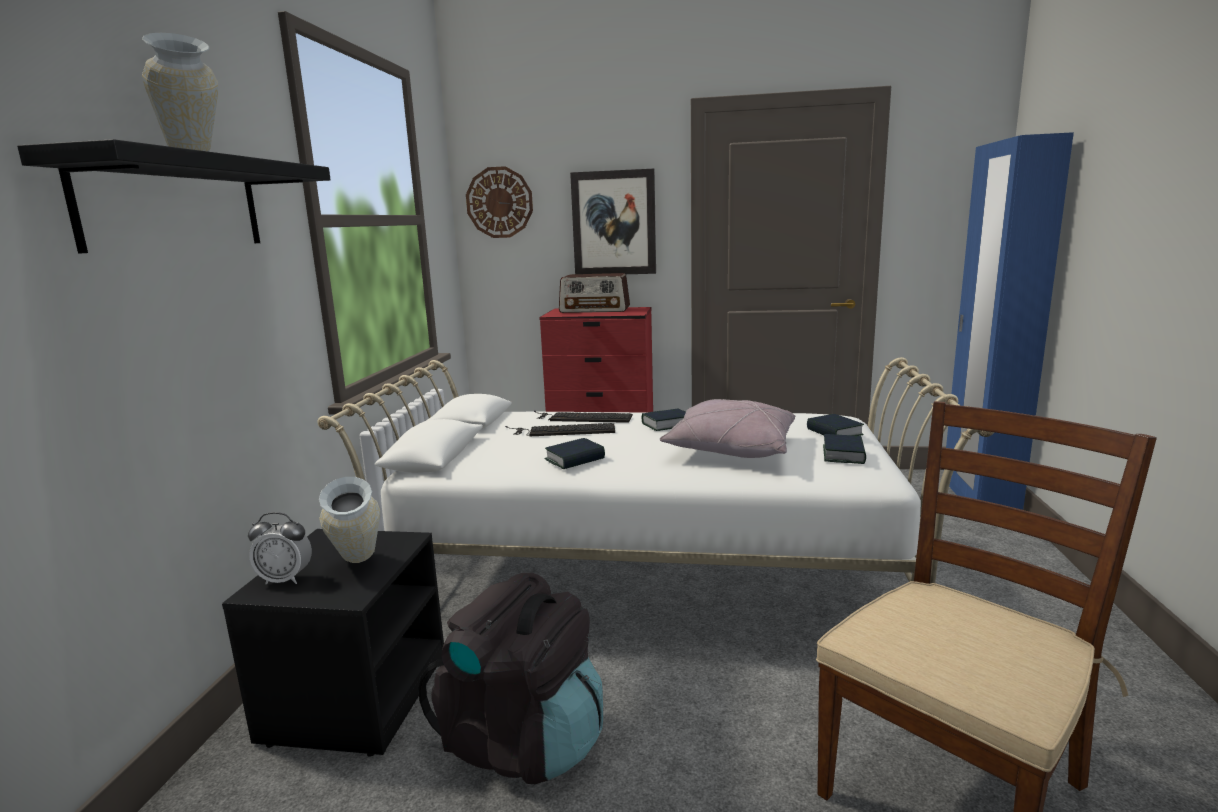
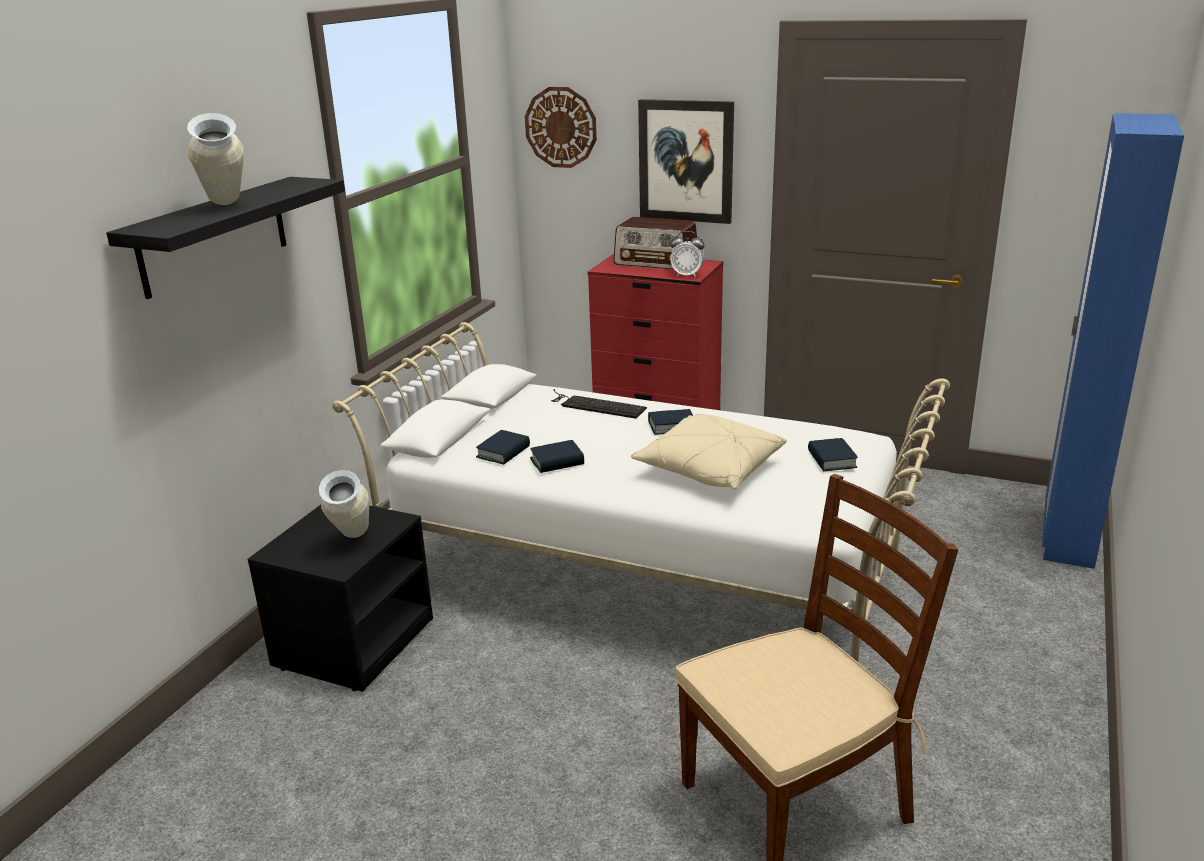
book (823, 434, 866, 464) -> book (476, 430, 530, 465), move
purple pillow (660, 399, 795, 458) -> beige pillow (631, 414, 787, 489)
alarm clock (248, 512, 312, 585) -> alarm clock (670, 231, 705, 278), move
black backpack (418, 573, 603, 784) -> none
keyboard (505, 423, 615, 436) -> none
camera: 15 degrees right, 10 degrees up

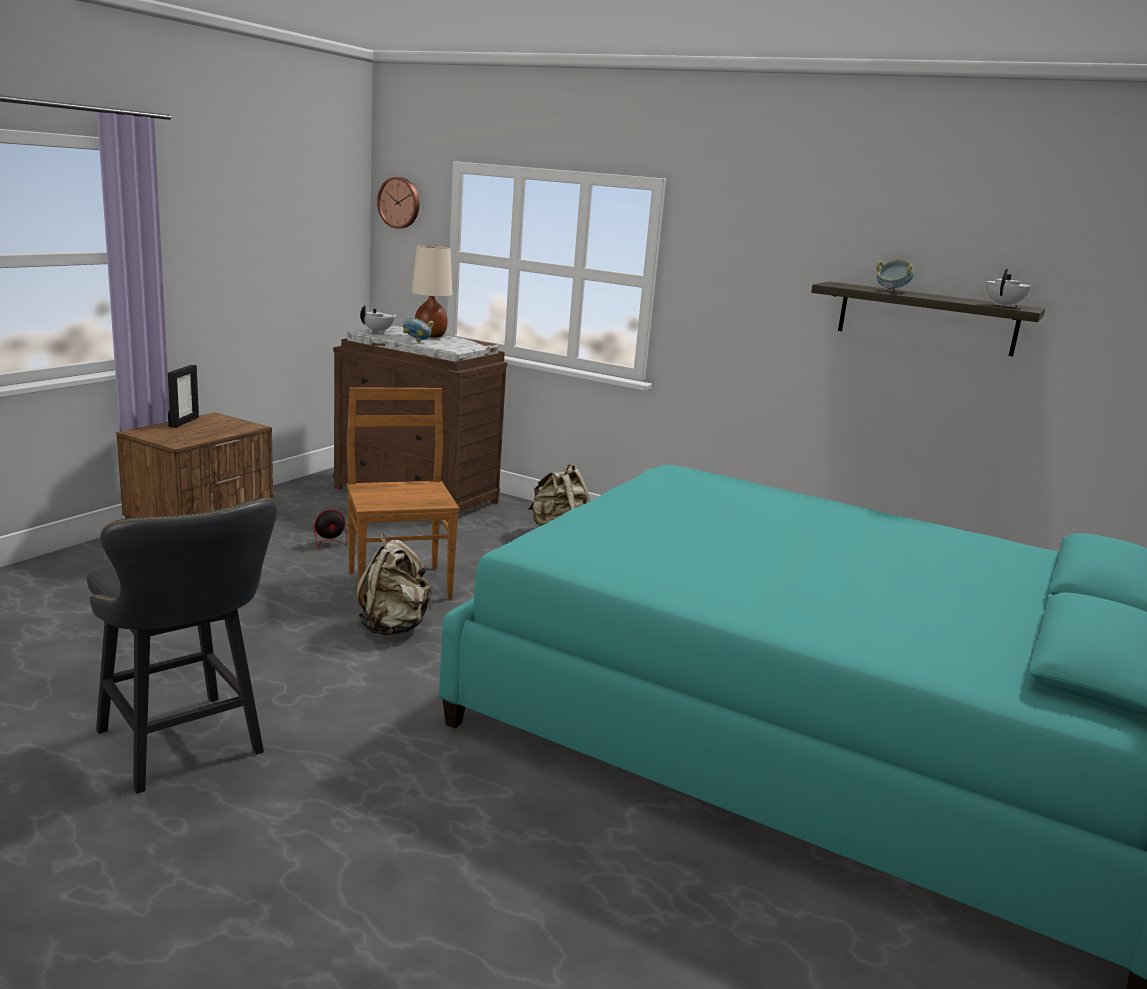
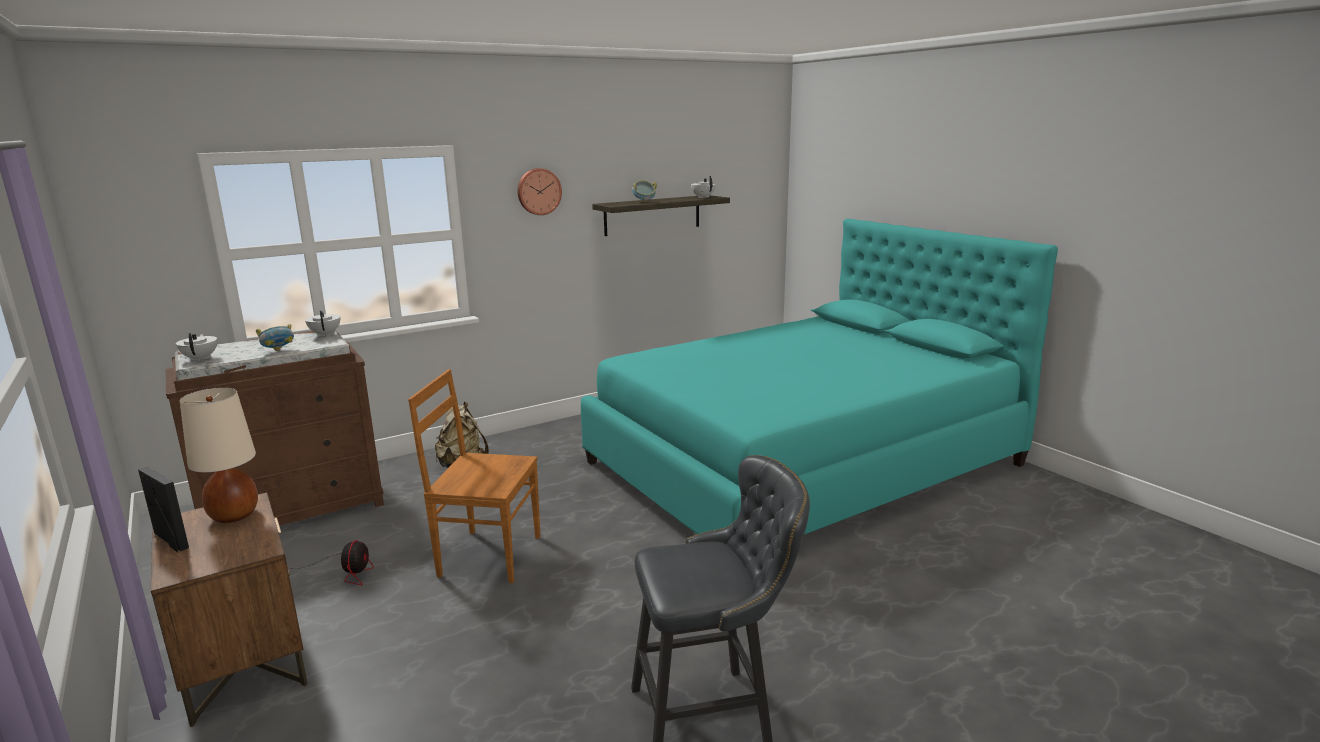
beige table lamp (412, 245, 452, 338) -> beige table lamp (180, 387, 258, 523), move
none -> white teapot (305, 310, 340, 337)
wall clock (377, 177, 419, 229) -> wall clock (518, 168, 562, 215), move
beige backpack (356, 533, 432, 636) -> none
camera: 60 degrees left, 0 degrees up

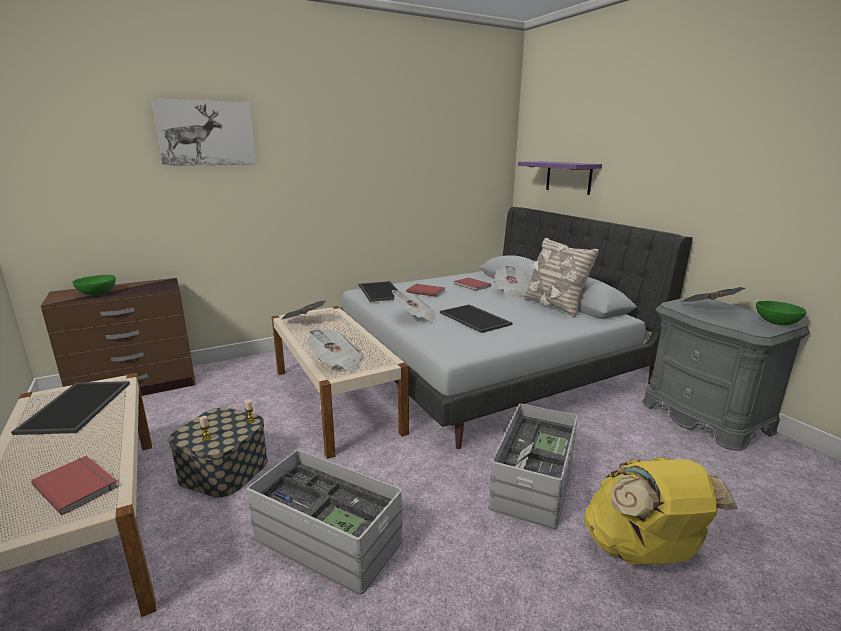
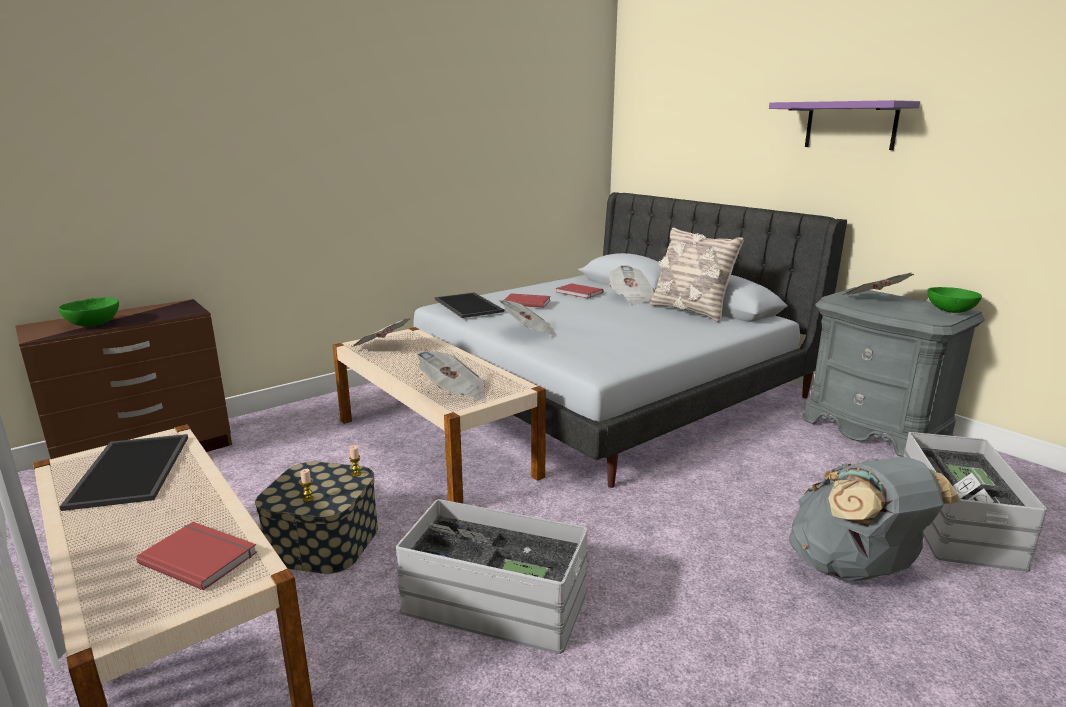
purple shelf (518, 161, 602, 195) -> purple shelf (769, 100, 920, 150), move
yellow backpack (584, 457, 738, 565) -> grey backpack (789, 457, 961, 582)
grey storage box (488, 404, 579, 529) -> grey storage box (904, 432, 1047, 572), move
picture (151, 98, 256, 166) -> none
tray (440, 304, 513, 333) -> none
camera: 10 degrees left, 0 degrees up

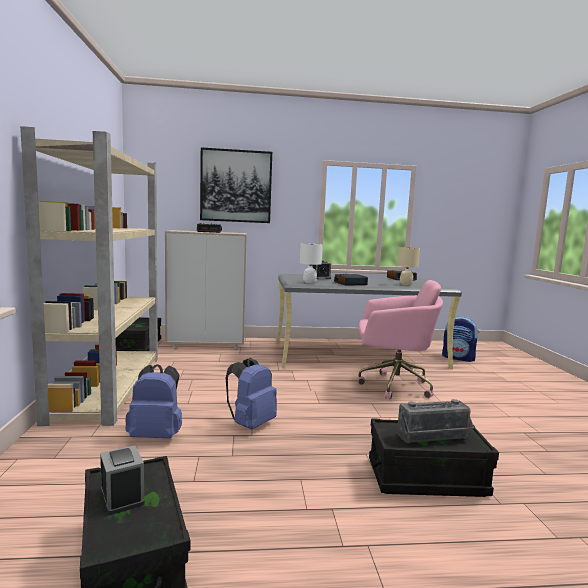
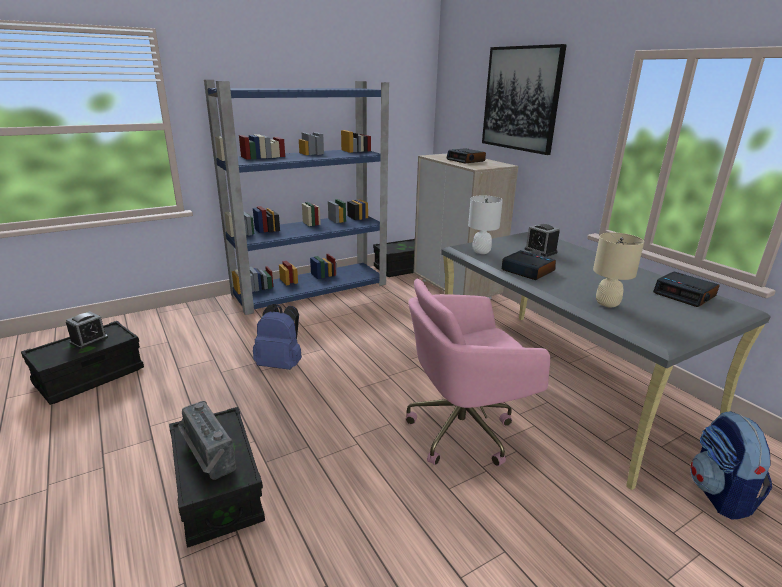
beige bookcase (20, 126, 158, 426) -> blue bookcase (204, 80, 389, 315)
pink office chair (358, 280, 443, 400) -> pink office chair (406, 279, 550, 466), 90 degrees clockwise
blue backpack (126, 364, 182, 439) -> none
camera: 65 degrees right, 15 degrees up

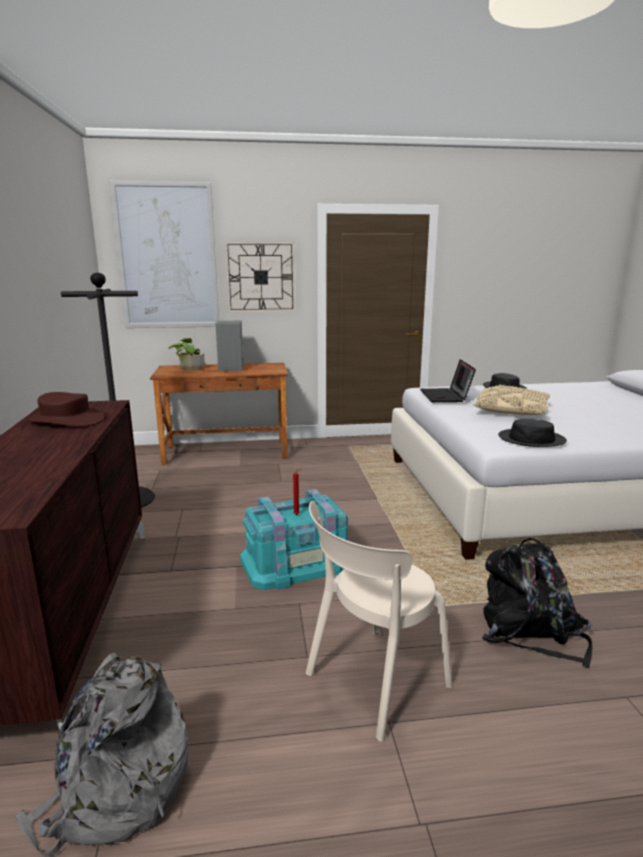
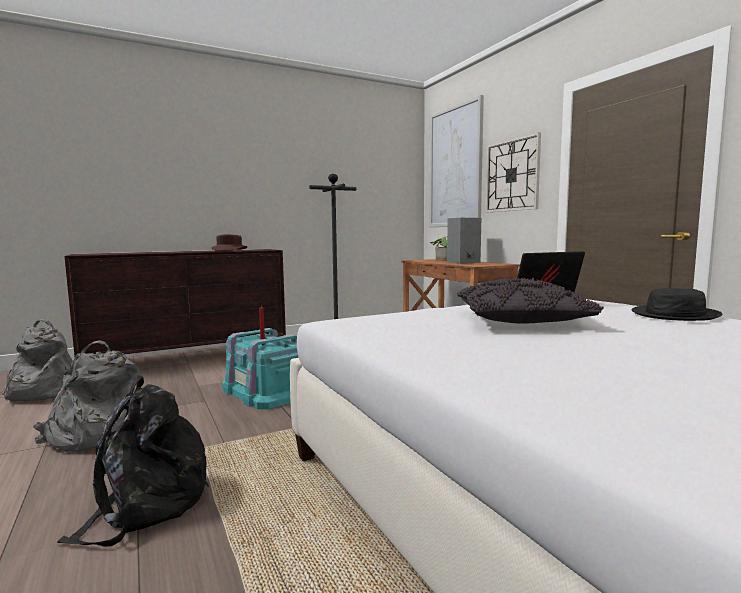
beige chair (306, 501, 452, 742) -> grey backpack (33, 340, 140, 452)
beige pillow (473, 384, 550, 415) -> black pillow (457, 278, 604, 324)
black hat (498, 419, 567, 447) -> none
camera: 70 degrees right, 10 degrees down

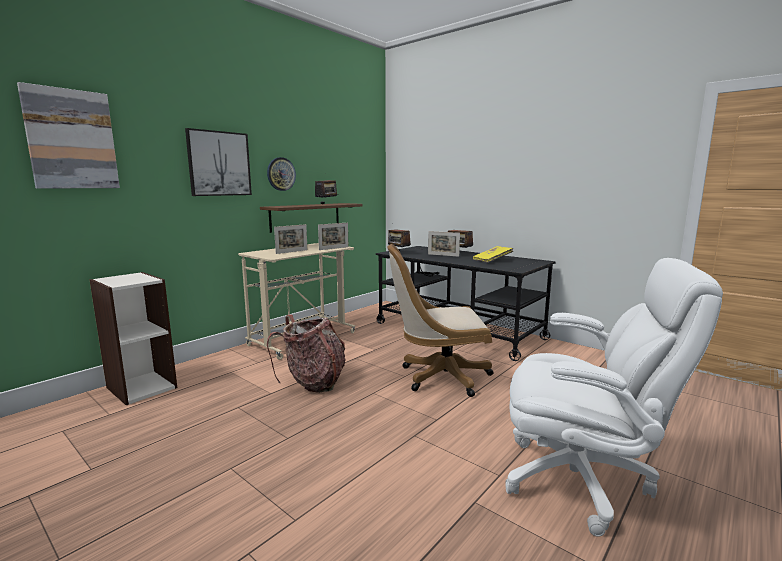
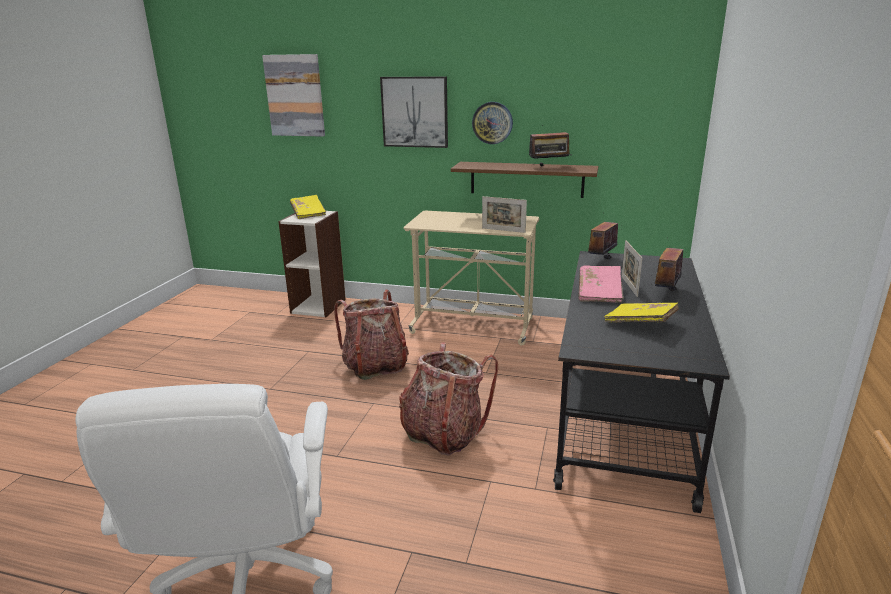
none -> yellow book (290, 195, 326, 219)
office chair (388, 244, 494, 397) -> backpack (399, 343, 498, 455)
none -> pink book (578, 266, 624, 303)
picture frame (274, 224, 307, 254) -> none
camera: 65 degrees right, 10 degrees up

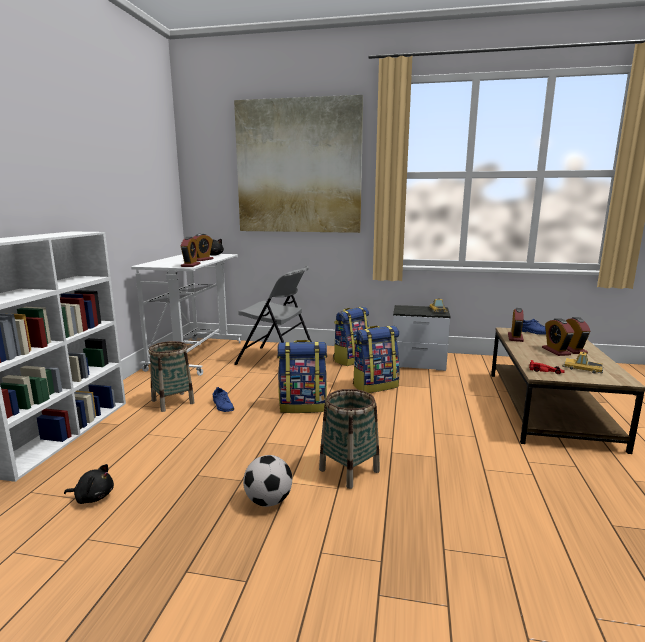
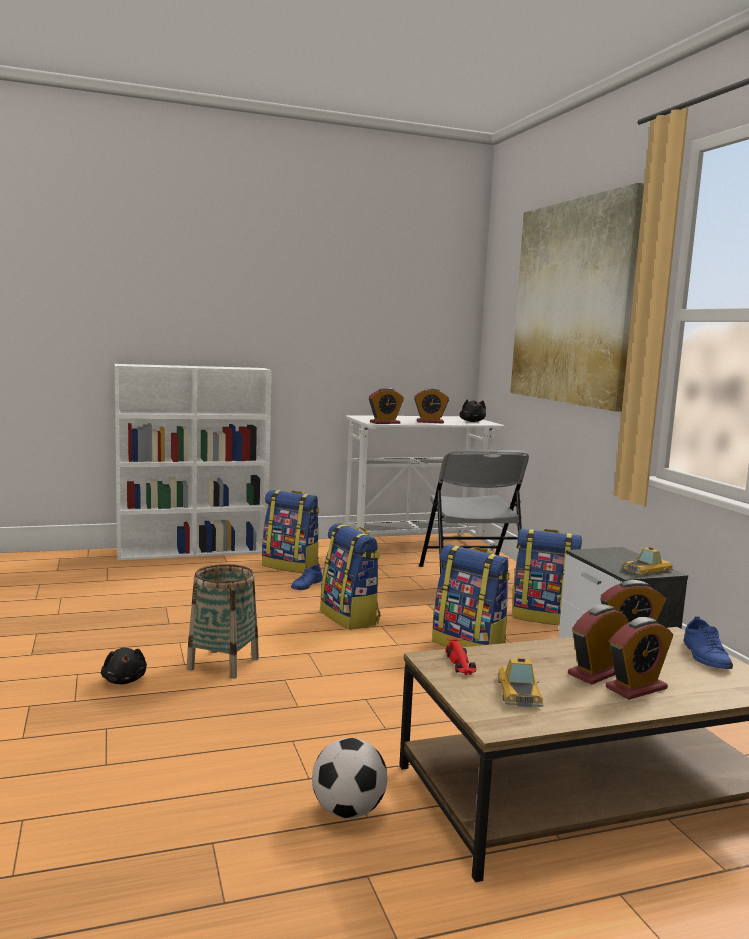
black plush toy (64, 464, 114, 504) -> black plush toy (101, 648, 147, 684), move
basket (148, 341, 195, 412) -> backpack (262, 490, 319, 573)
football (243, 455, 292, 507) -> football (312, 738, 387, 819), move
camera: 60 degrees right, 5 degrees down

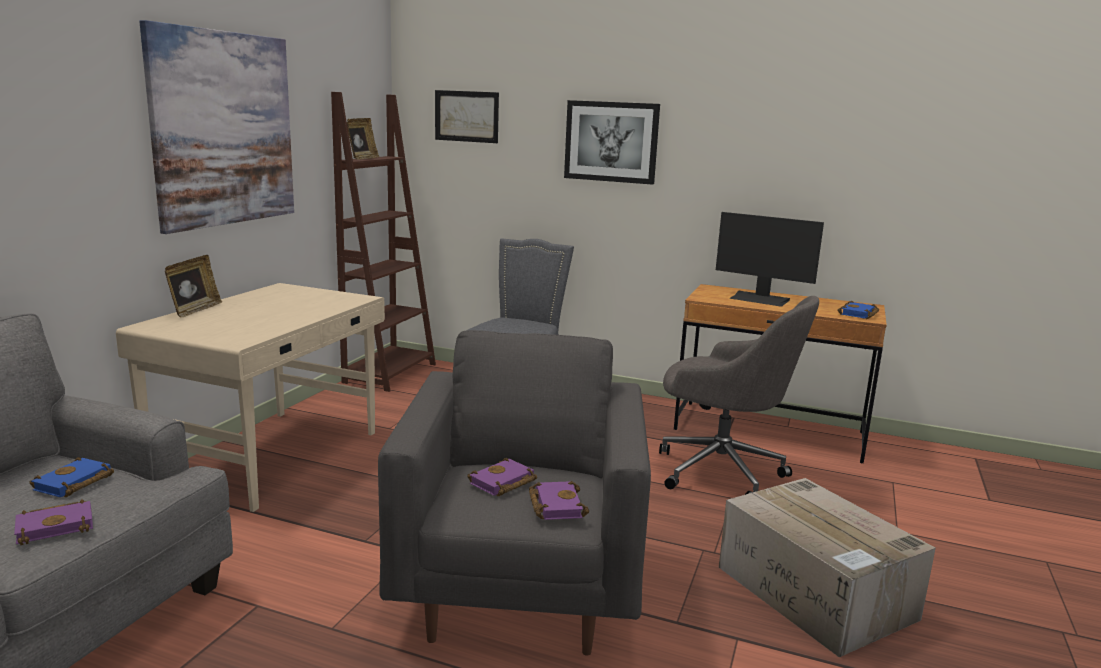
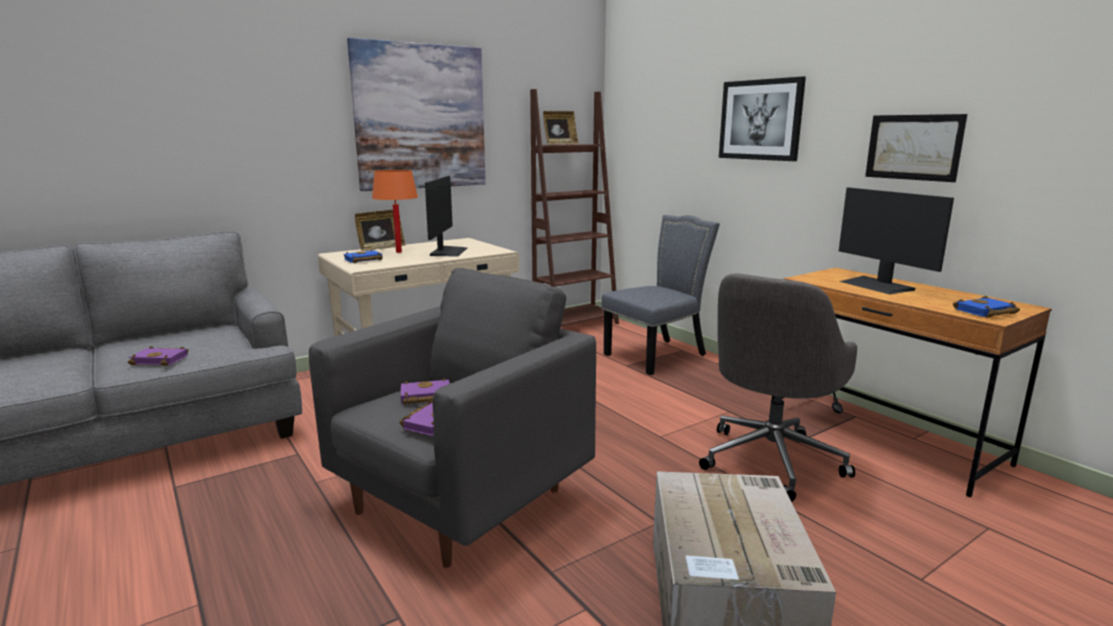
blue book (29, 457, 114, 497) -> blue book (344, 249, 383, 263), move
none -> orange table lamp (372, 170, 418, 253)
none -> monitor (425, 176, 467, 256)
grey office chair (659, 296, 819, 495) -> grey office chair (699, 273, 857, 502), 60 degrees clockwise
picture (435, 90, 499, 143) -> picture (865, 114, 967, 182), move
camera: 35 degrees right, 0 degrees up

